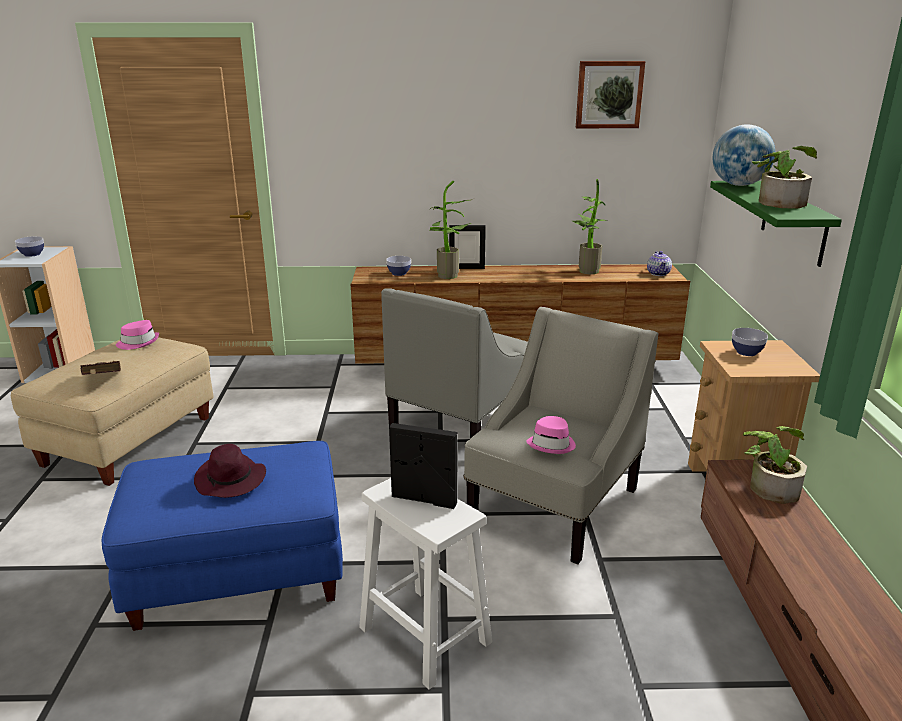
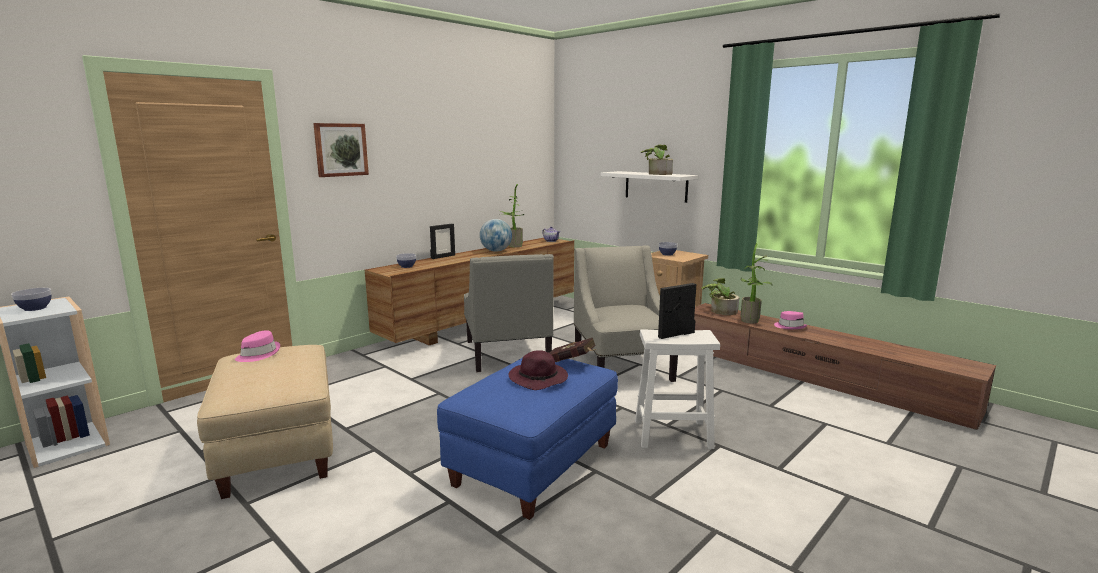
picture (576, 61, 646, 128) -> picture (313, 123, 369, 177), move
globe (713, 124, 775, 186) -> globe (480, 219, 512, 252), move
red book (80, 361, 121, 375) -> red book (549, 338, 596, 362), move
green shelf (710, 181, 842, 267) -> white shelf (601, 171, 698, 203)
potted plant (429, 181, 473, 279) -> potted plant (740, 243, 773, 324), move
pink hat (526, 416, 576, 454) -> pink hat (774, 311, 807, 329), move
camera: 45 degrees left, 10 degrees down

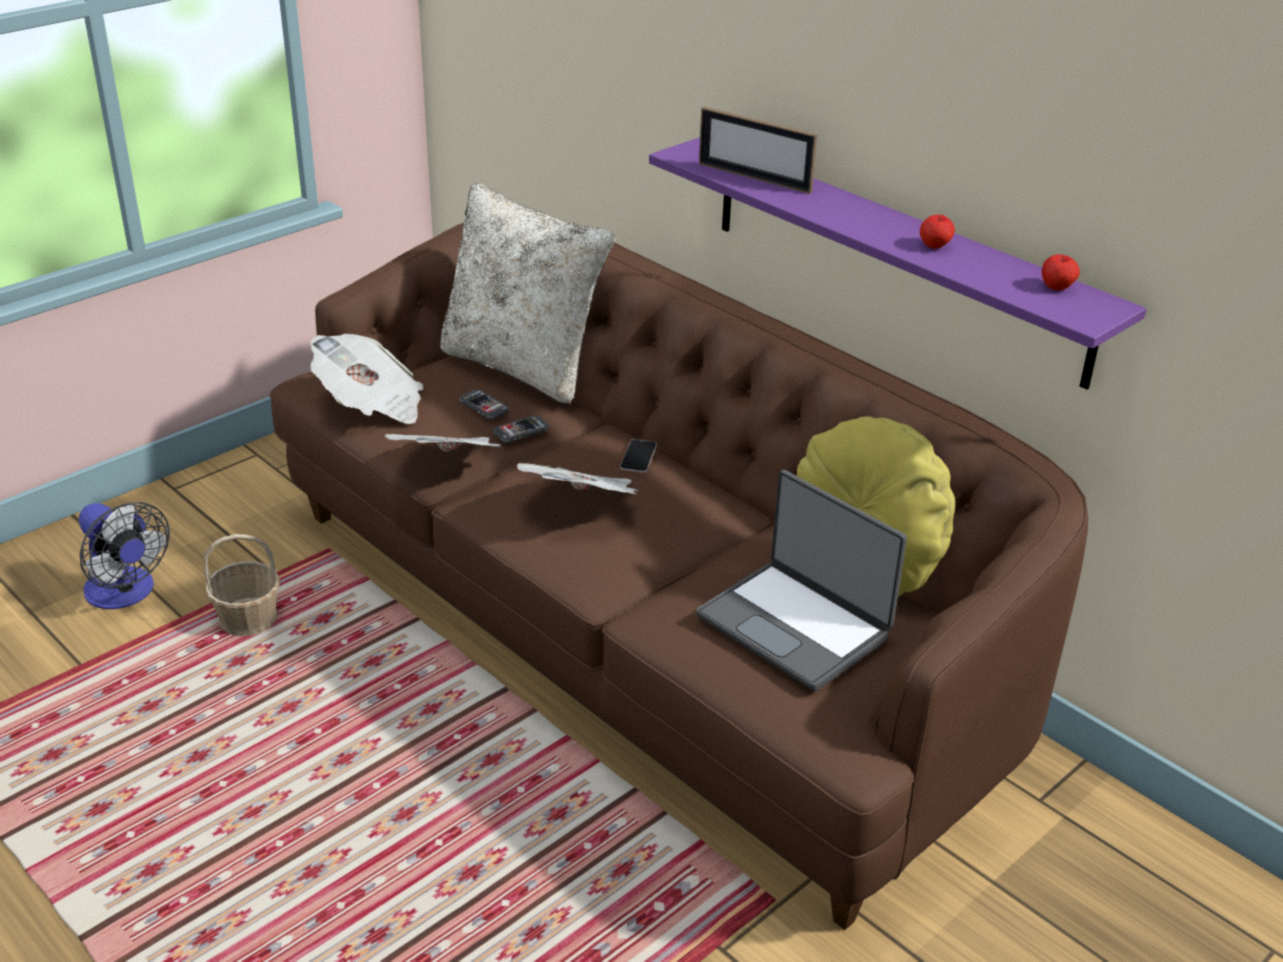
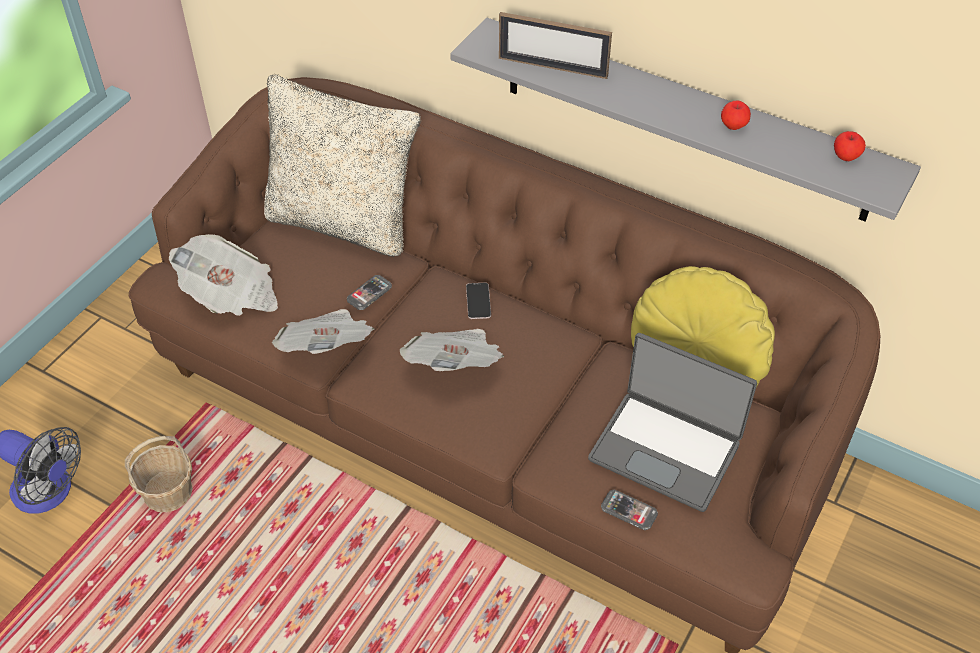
purple shelf (649, 137, 1147, 389) -> grey shelf (450, 18, 921, 222)
phone (459, 389, 509, 419) -> phone (601, 490, 658, 530), move
camera: 15 degrees left, 15 degrees up

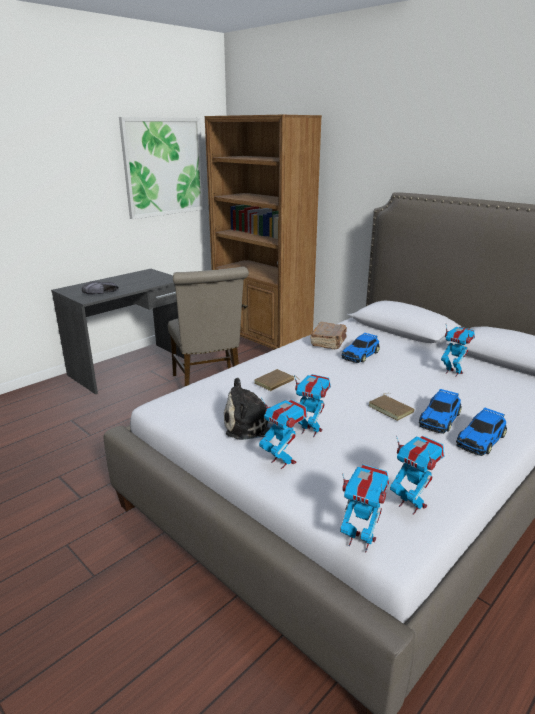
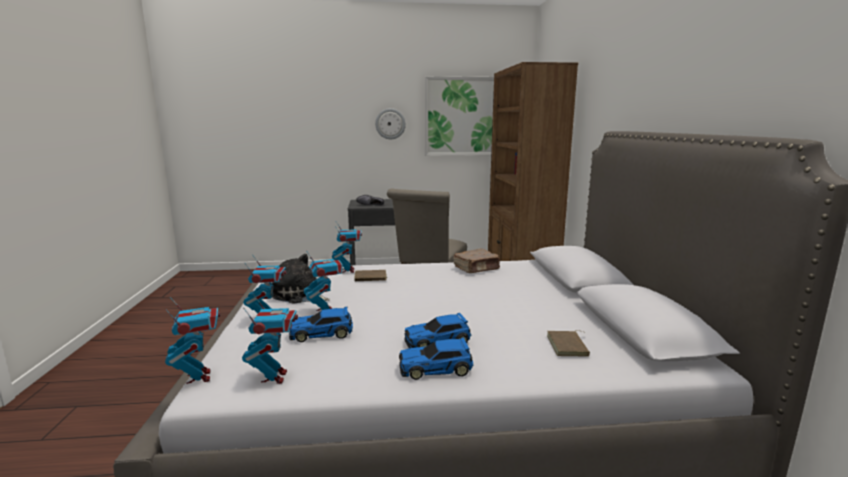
toy car (341, 332, 380, 363) -> toy car (289, 307, 353, 342), move
toy robot (441, 326, 475, 377) -> toy robot (332, 222, 362, 273), move
none -> wall clock (375, 108, 406, 139)
brown book (368, 393, 414, 421) -> brown book (547, 330, 590, 357), move
camera: 40 degrees right, 10 degrees down

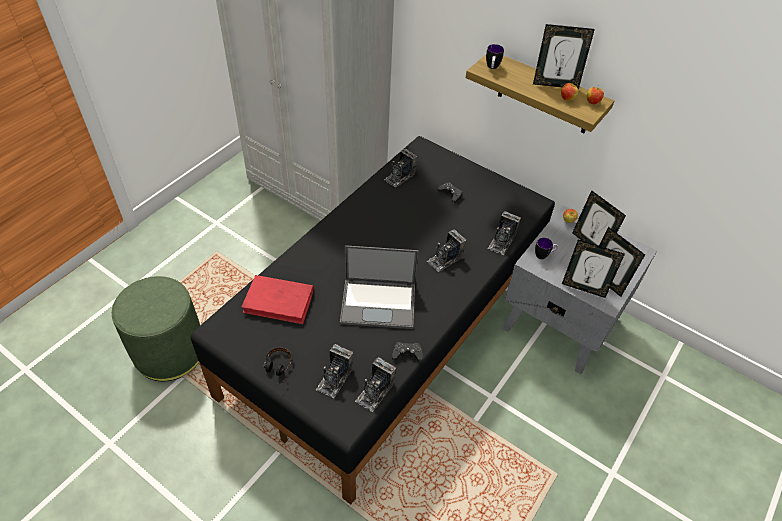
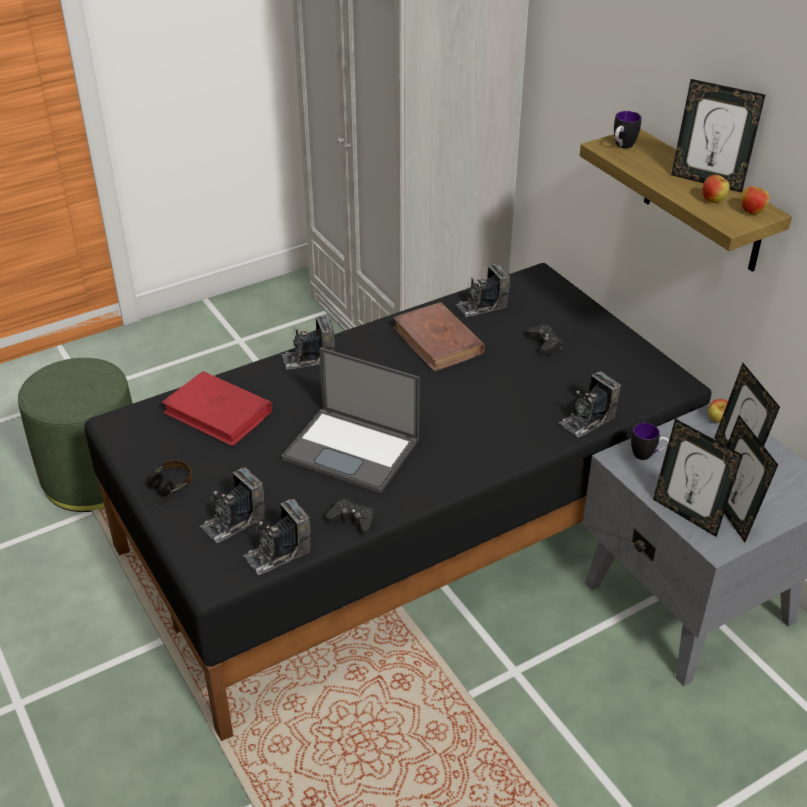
photo camera (426, 229, 466, 272) -> photo camera (281, 316, 335, 369), move
none -> brown book (393, 302, 485, 372)
camera: 25 degrees right, 10 degrees down

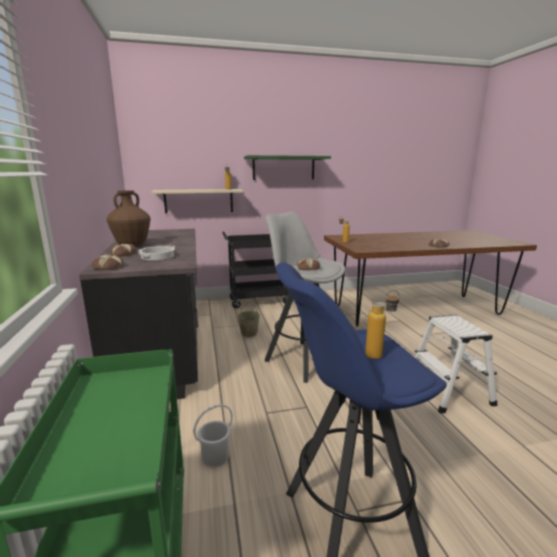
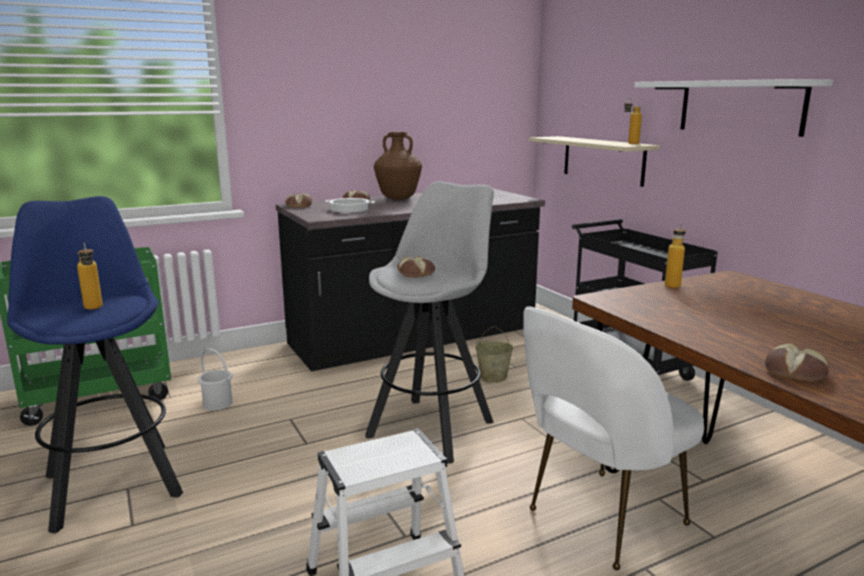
none -> white chair (523, 306, 704, 570)
green shelf (244, 155, 331, 180) -> white shelf (634, 79, 833, 137)
camera: 75 degrees right, 0 degrees up

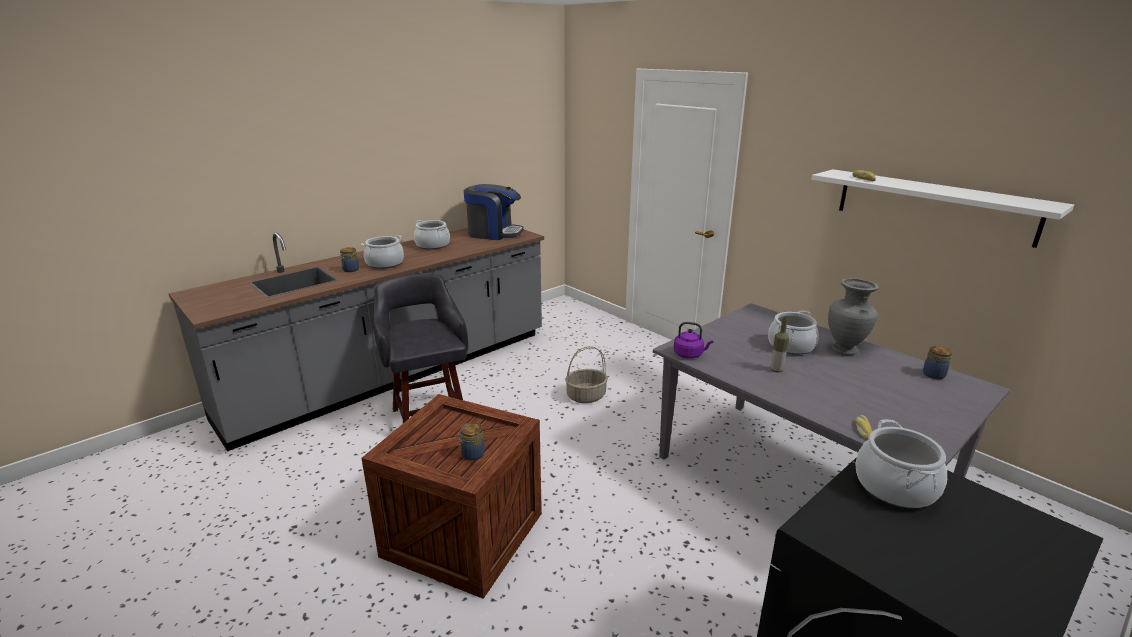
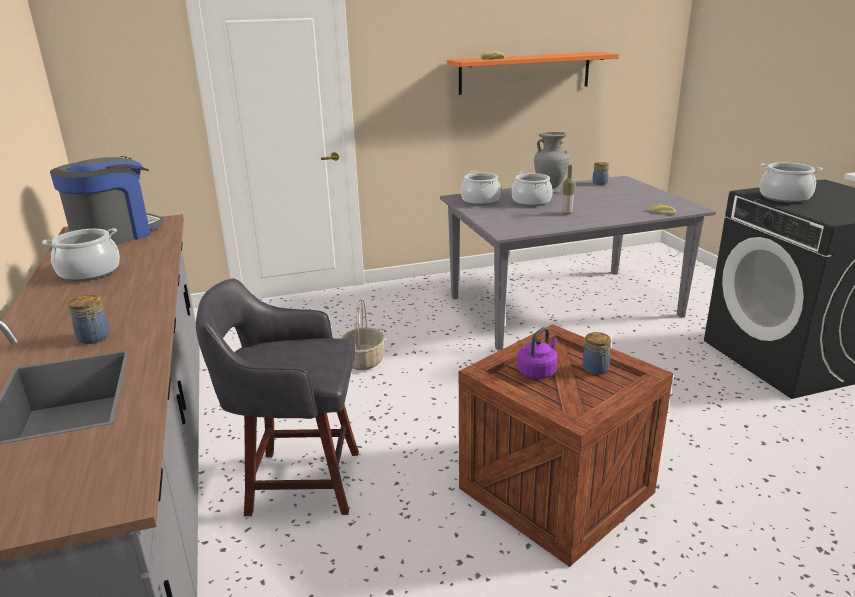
white shelf (812, 169, 1074, 248) -> orange shelf (447, 52, 619, 95)
cooking pot (361, 235, 404, 269) -> cooking pot (461, 171, 501, 205), move
purple kettle (674, 322, 713, 359) -> purple kettle (517, 327, 558, 379), move
camera: 65 degrees left, 0 degrees up

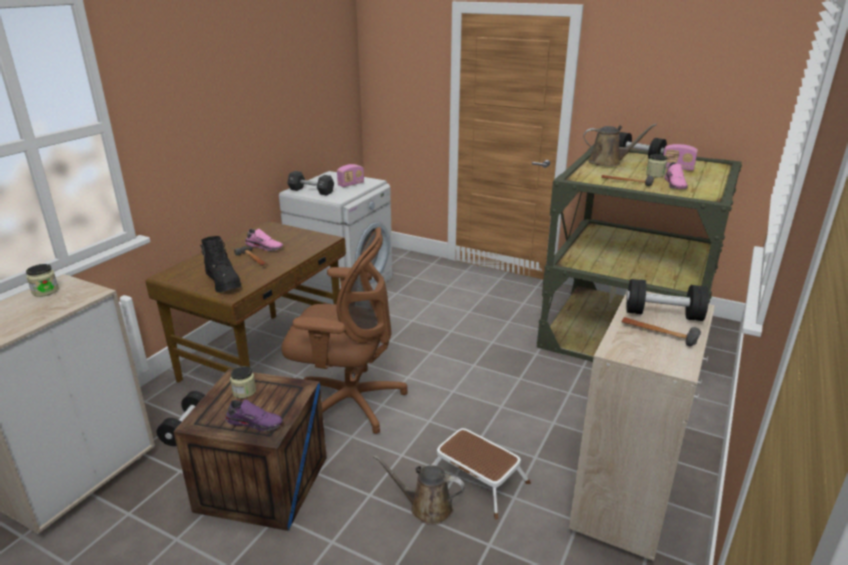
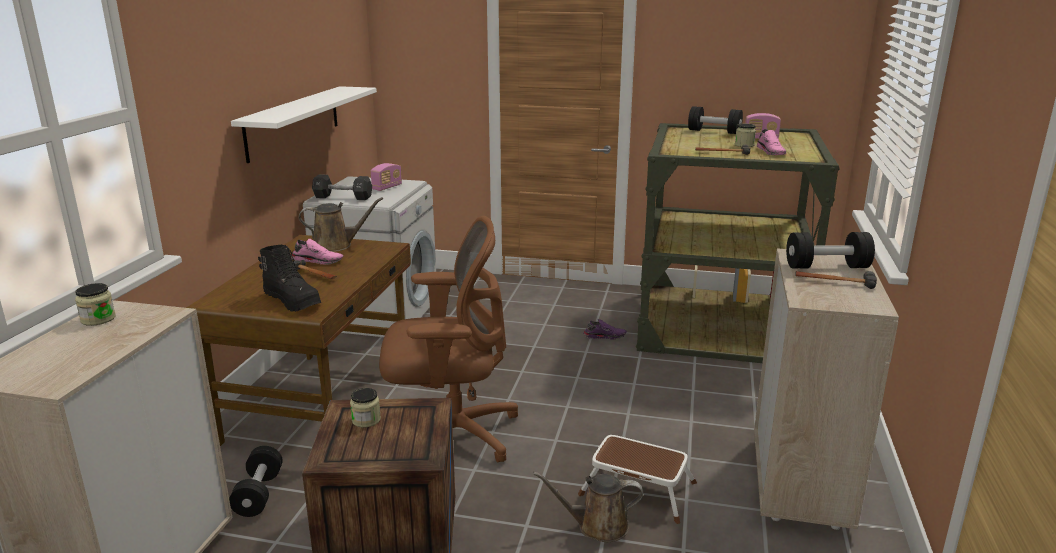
none -> white shelf (231, 86, 377, 163)
brown watering can (583, 124, 657, 167) -> brown watering can (299, 197, 383, 252), move
purple shoe (225, 400, 283, 431) -> purple shoe (583, 319, 627, 339), move
camera: 15 degrees left, 5 degrees down

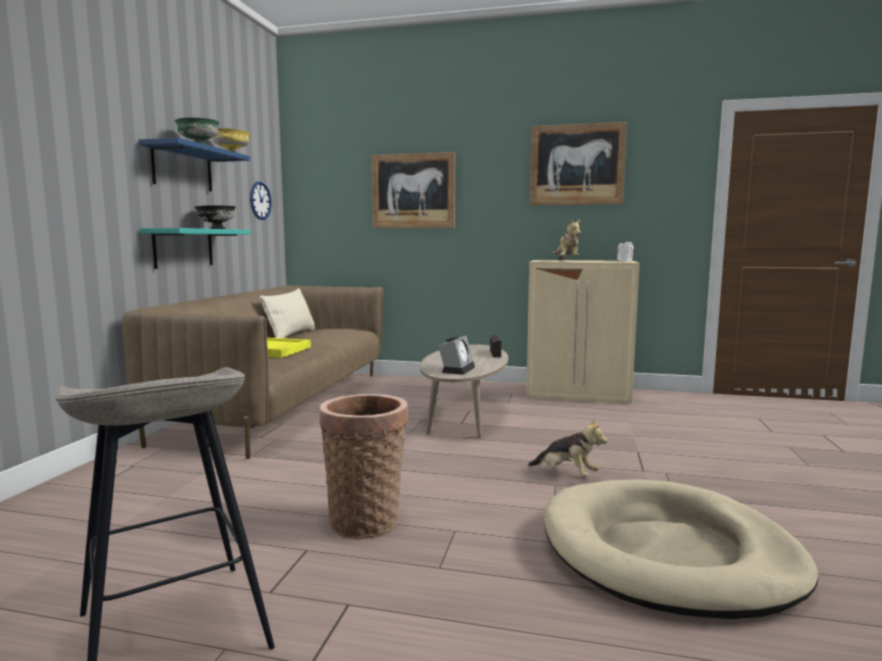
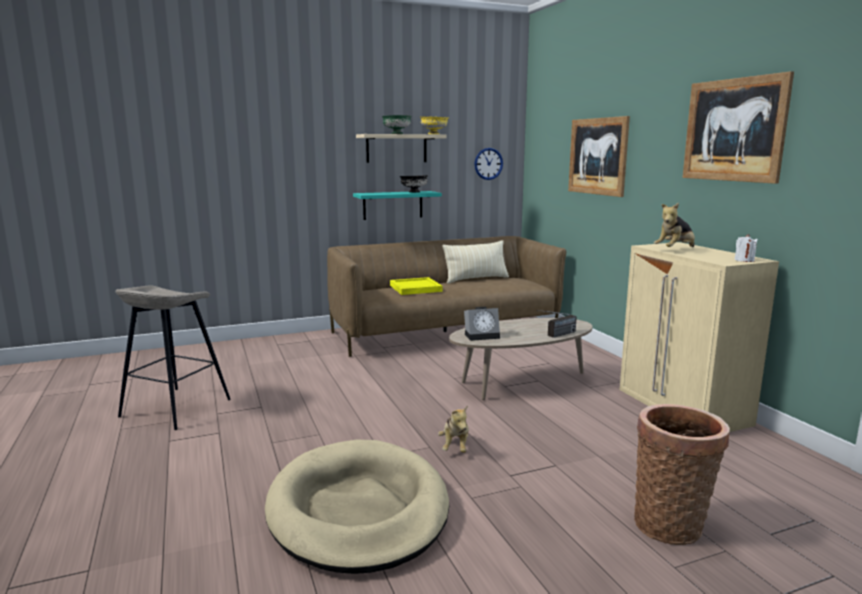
blue shelf (138, 138, 250, 192) -> beige shelf (356, 134, 447, 163)
basket (319, 394, 408, 539) -> basket (634, 404, 730, 545), move
camera: 55 degrees right, 5 degrees up

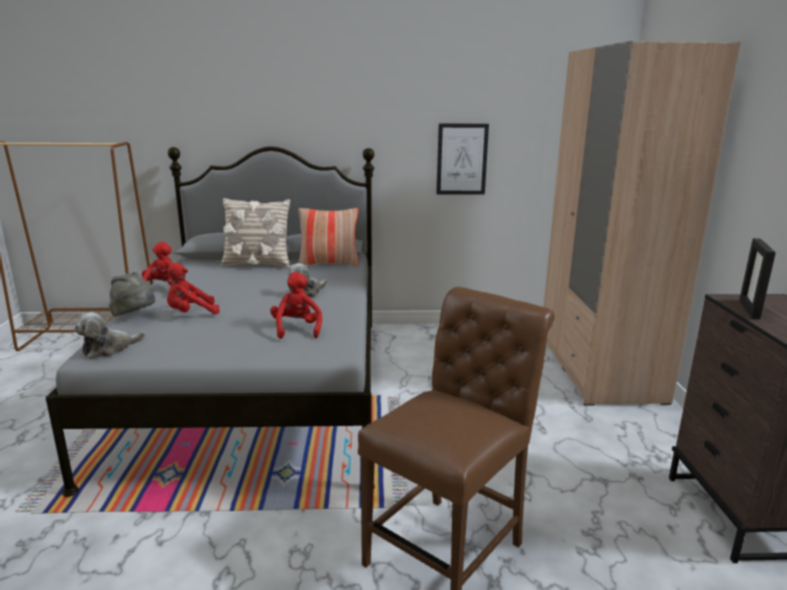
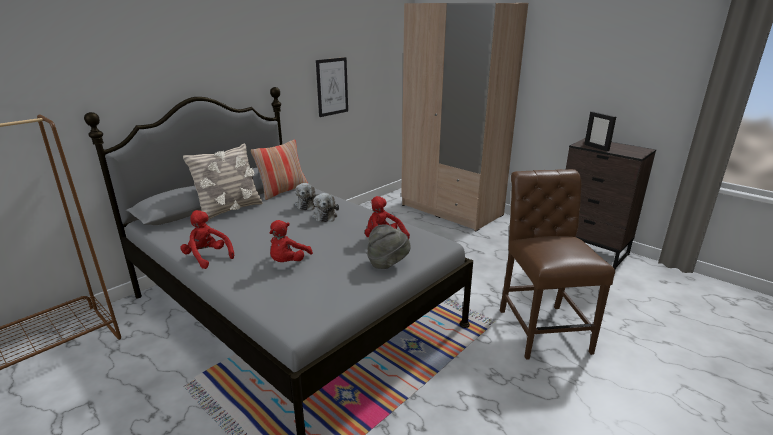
plush toy (75, 312, 145, 359) -> plush toy (295, 183, 319, 210), move
grey hat (109, 272, 156, 316) -> grey hat (367, 224, 411, 269), move
camera: 45 degrees left, 5 degrees up

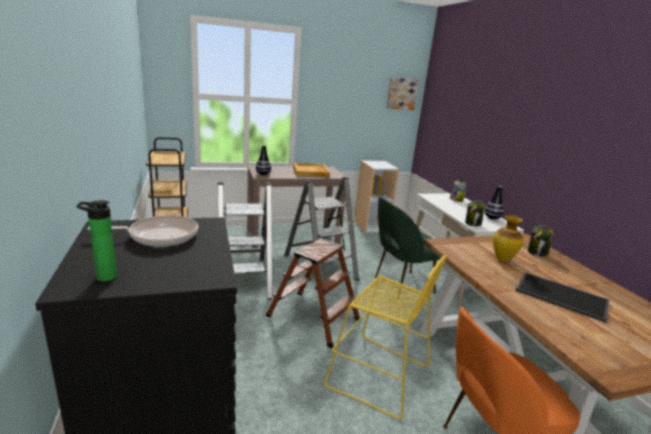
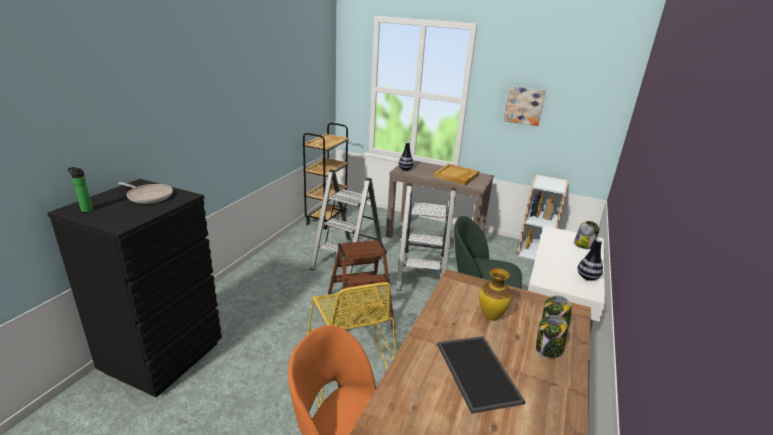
picture (387, 77, 419, 110) -> picture (503, 86, 546, 126), move
jar (465, 200, 485, 227) -> jar (536, 315, 568, 358), move
camera: 40 degrees right, 5 degrees up

